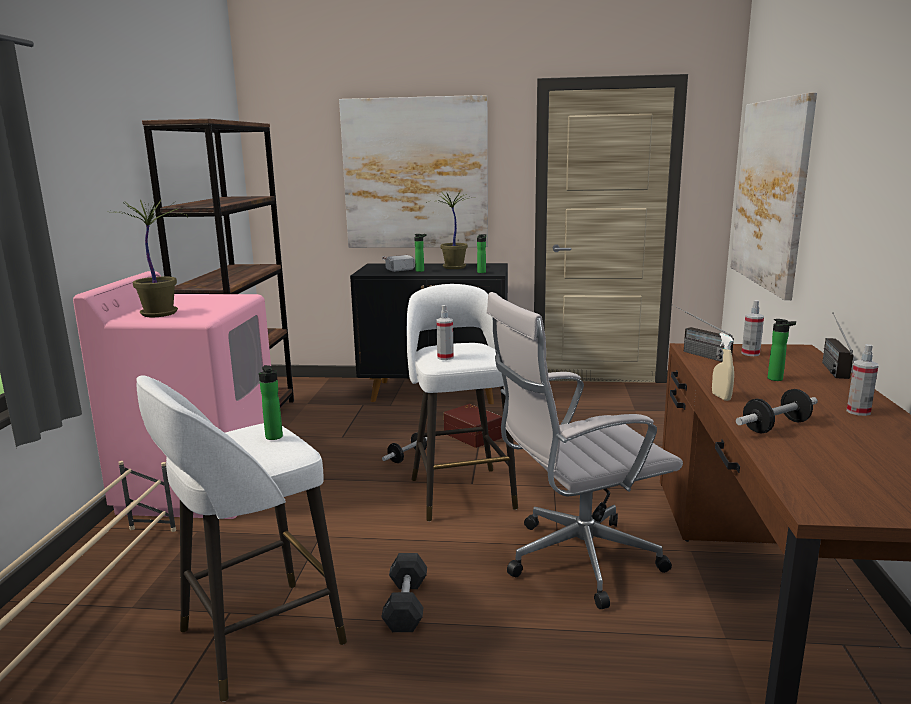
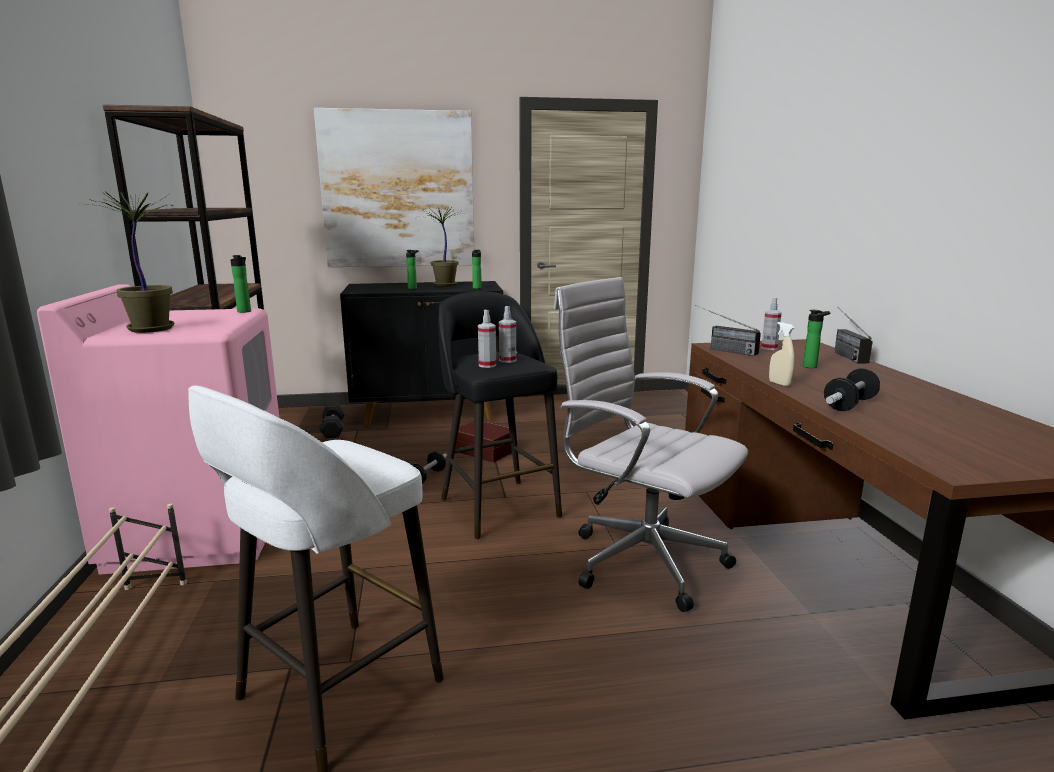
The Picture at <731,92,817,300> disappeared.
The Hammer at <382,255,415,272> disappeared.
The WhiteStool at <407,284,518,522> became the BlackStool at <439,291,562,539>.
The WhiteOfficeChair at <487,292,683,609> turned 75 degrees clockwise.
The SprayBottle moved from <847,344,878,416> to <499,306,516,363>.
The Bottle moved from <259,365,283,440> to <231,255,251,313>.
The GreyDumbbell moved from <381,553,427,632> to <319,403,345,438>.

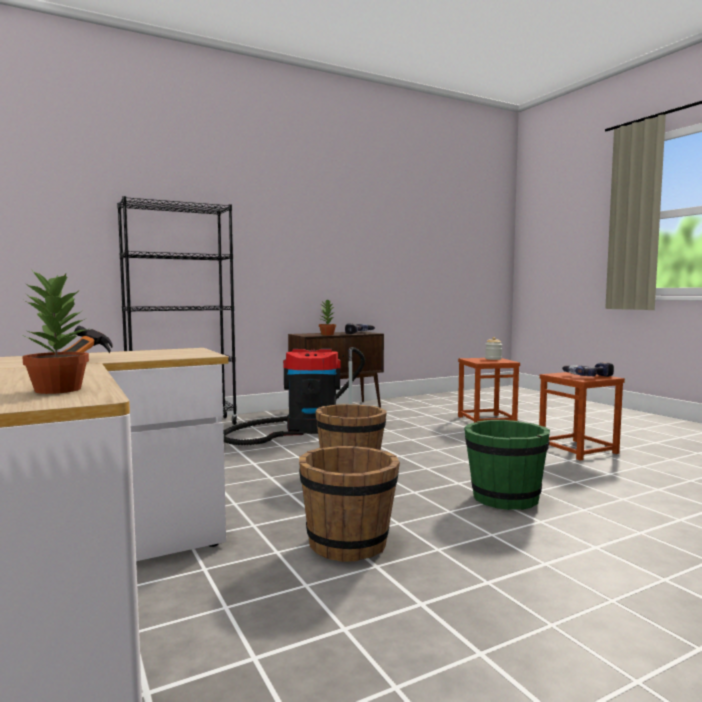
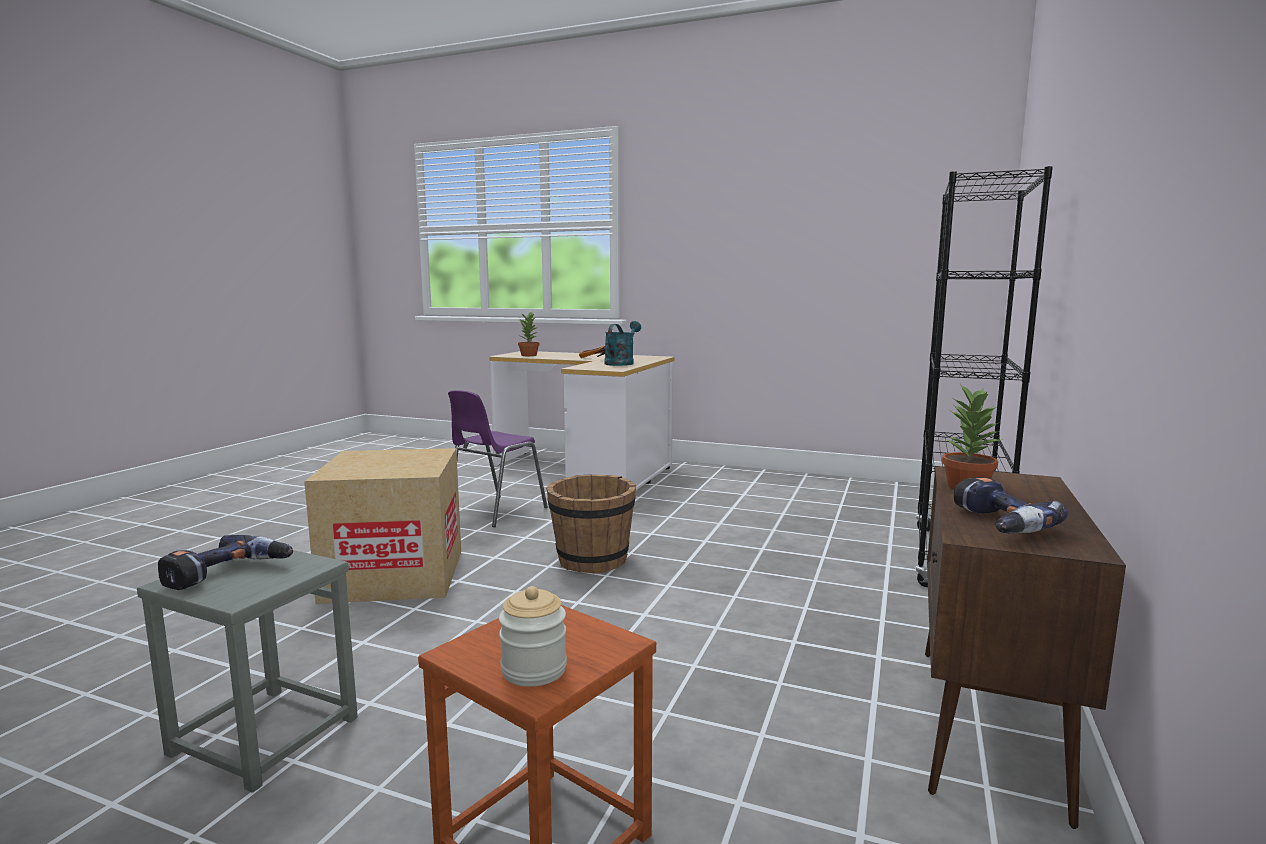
The VacuumCleaner at <224,347,365,445> disappeared.
The BrownStool at <539,372,625,461> became the GreyStool at <137,550,358,793>.
The GreenBucket at <464,420,550,510> was replaced by the CardboardBox at <304,448,461,604>.
The BrownBucket at <299,446,400,562> was replaced by the PurpleChair at <448,390,548,527>.
The TurquoiseWateringCan at <604,321,641,366> appeared.

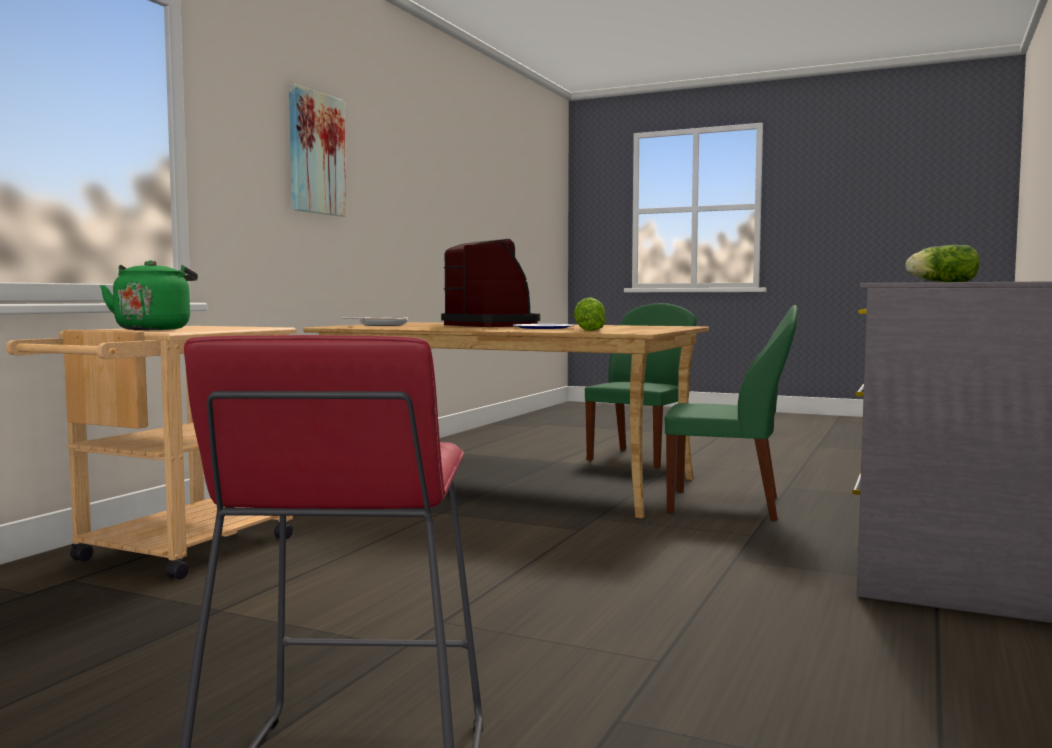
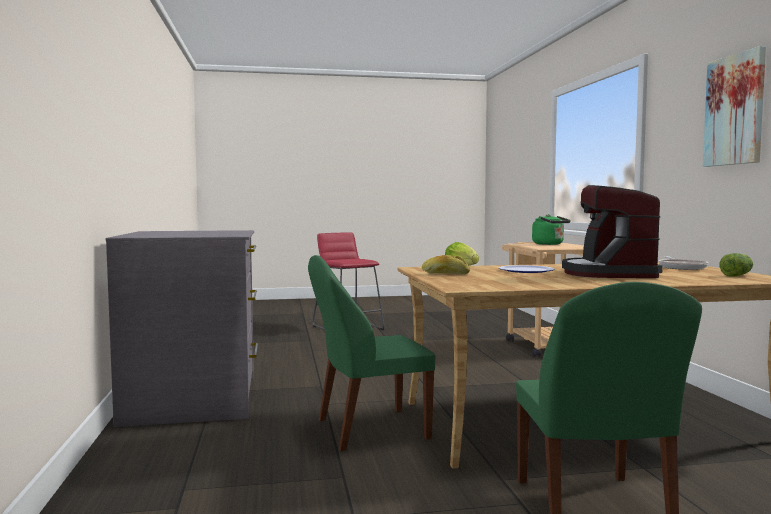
The CoffeeMachine at <441,239,540,327> turned 75 degrees clockwise.
The Lettuce moved from <906,245,979,282> to <719,253,753,277>.
The Bread at <422,255,470,275> appeared.

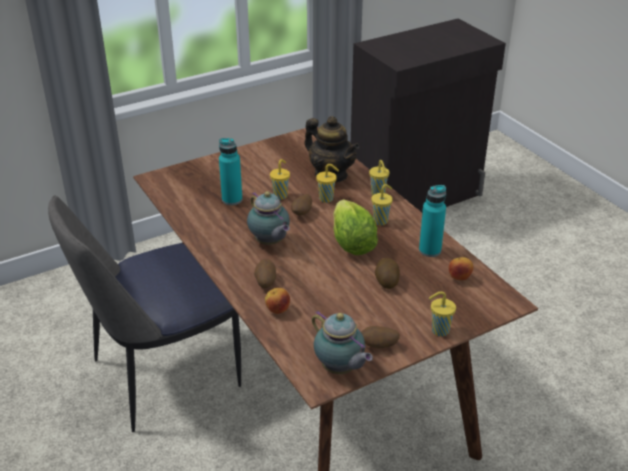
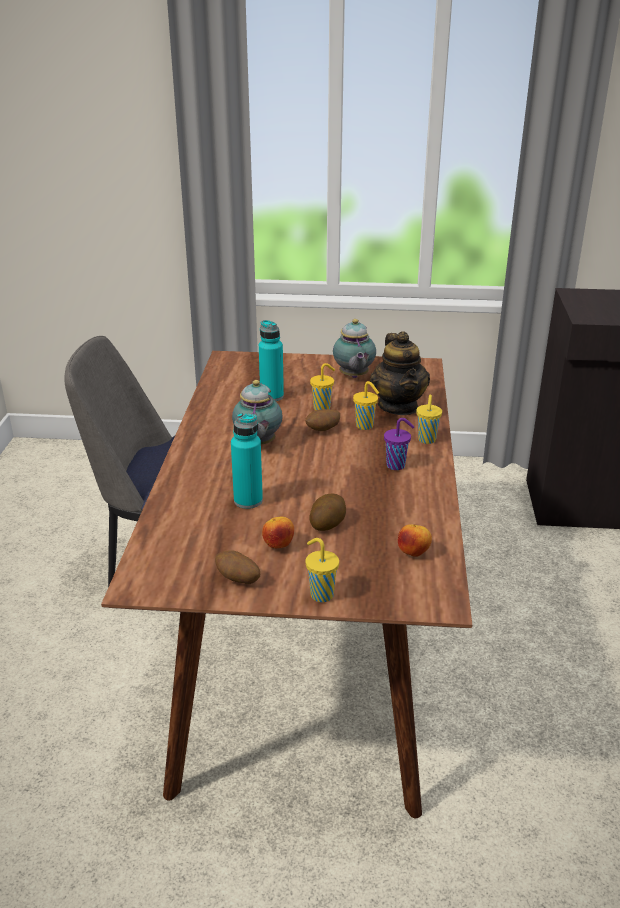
The YellowCup at <371,184,393,225> became the PurpleCup at <384,418,414,470>.
The TurquoiseBottle moved from <419,185,446,257> to <231,413,263,509>.
The Lettuce at <333,200,378,255> disappeared.
The Potato at <254,259,276,288> disappeared.
The Apple moved from <265,288,290,314> to <262,517,294,548>.
The Teapot moved from <312,311,373,374> to <333,319,376,378>.

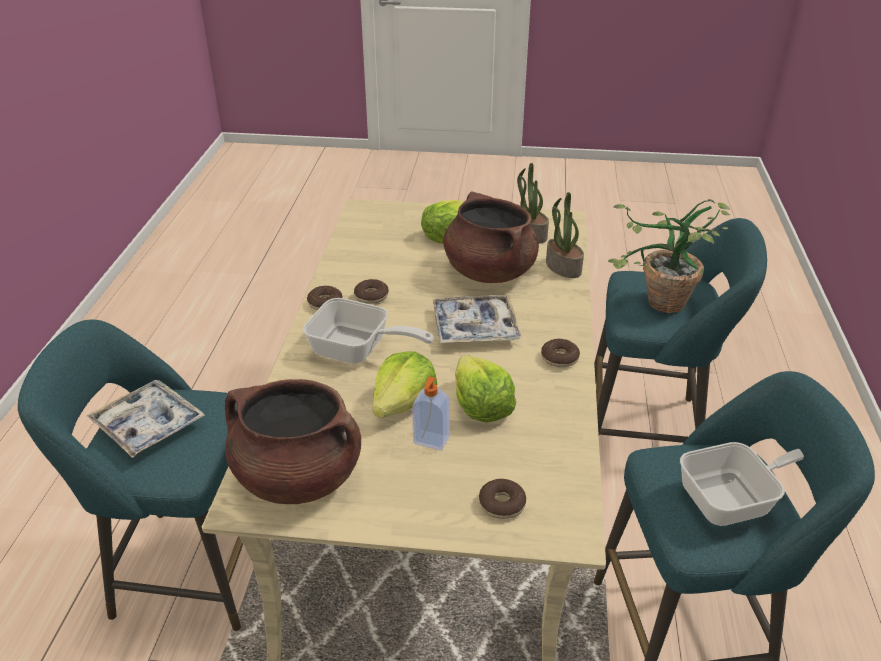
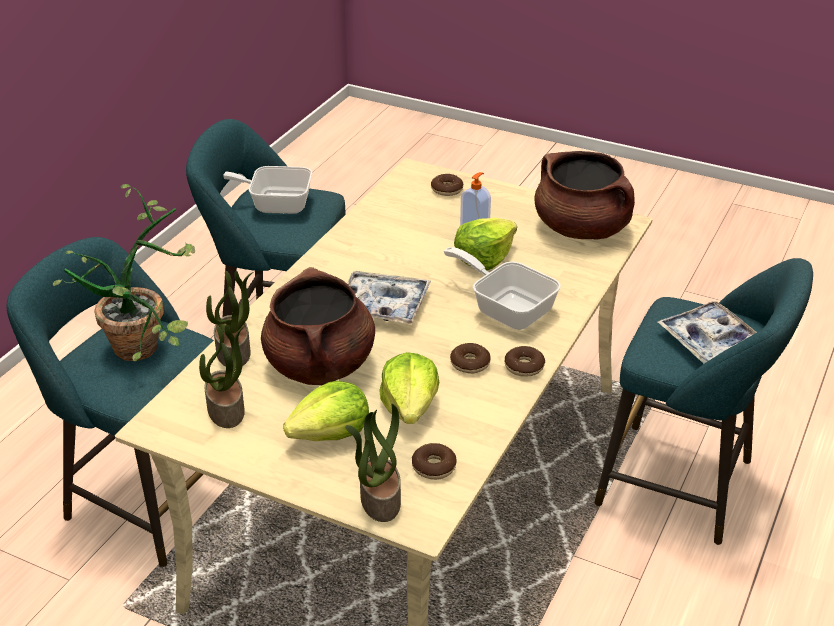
The Donut moved from <541,339,580,367> to <412,443,457,480>.
The Lettuce moved from <455,355,516,423> to <379,352,439,424>.
The PottedPlant at <345,404,401,522> appeared.

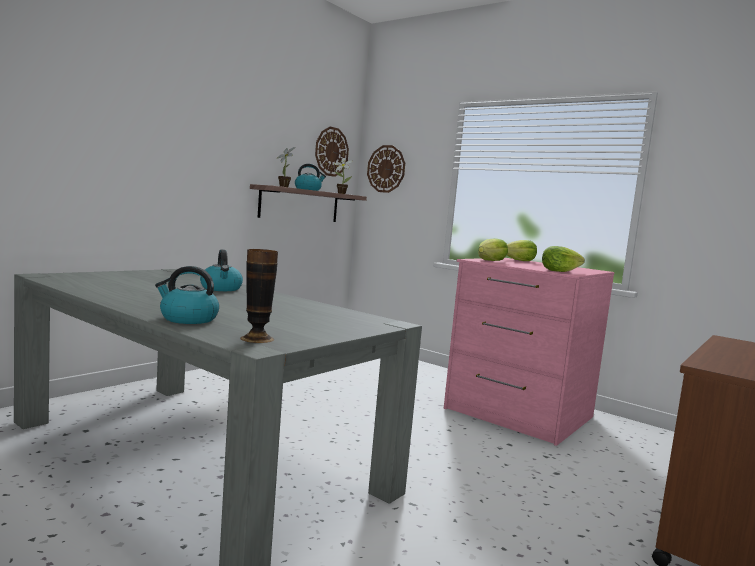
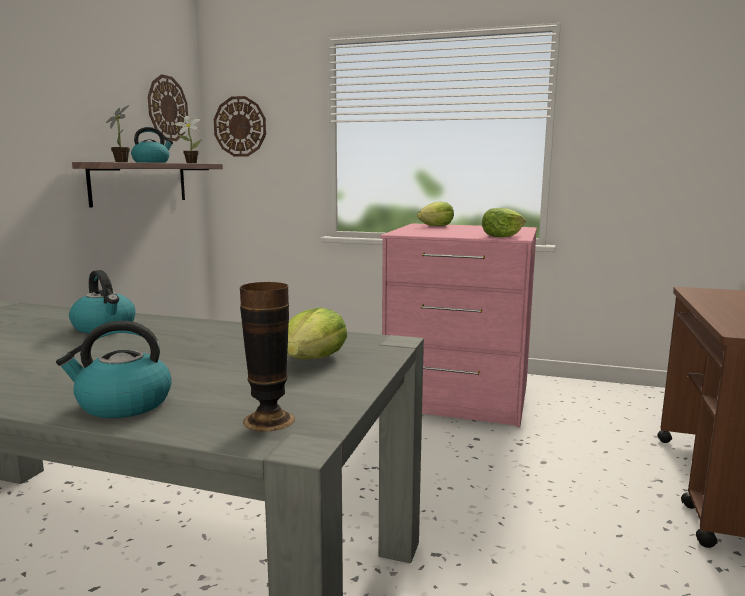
The Lettuce moved from <478,238,508,261> to <287,307,347,359>.

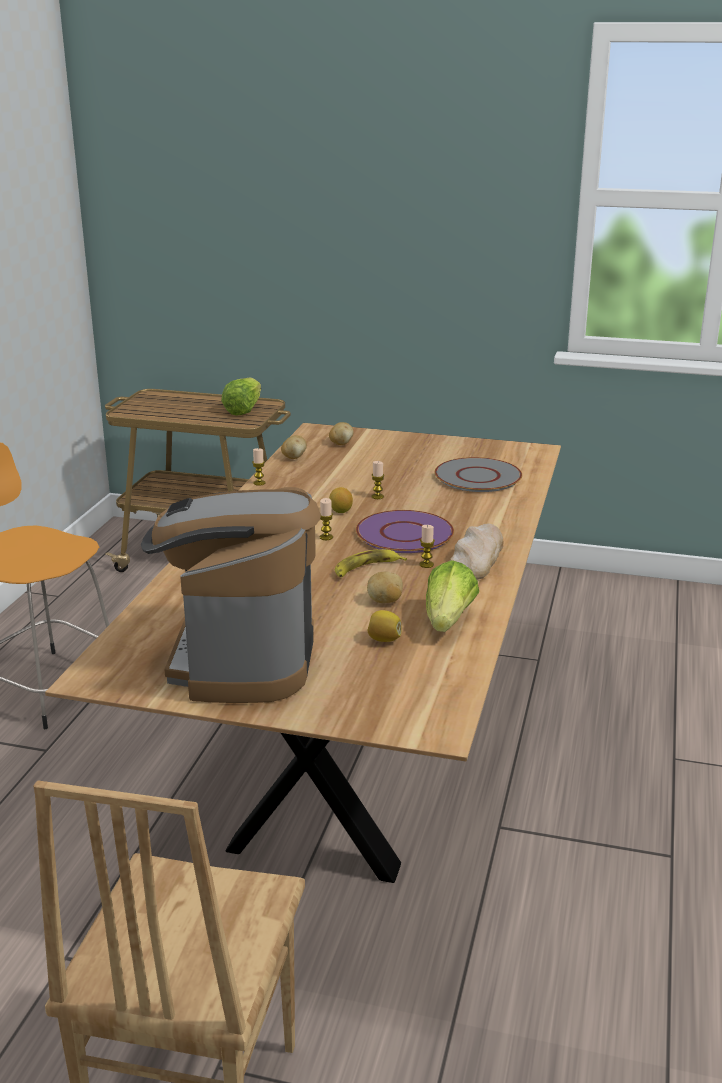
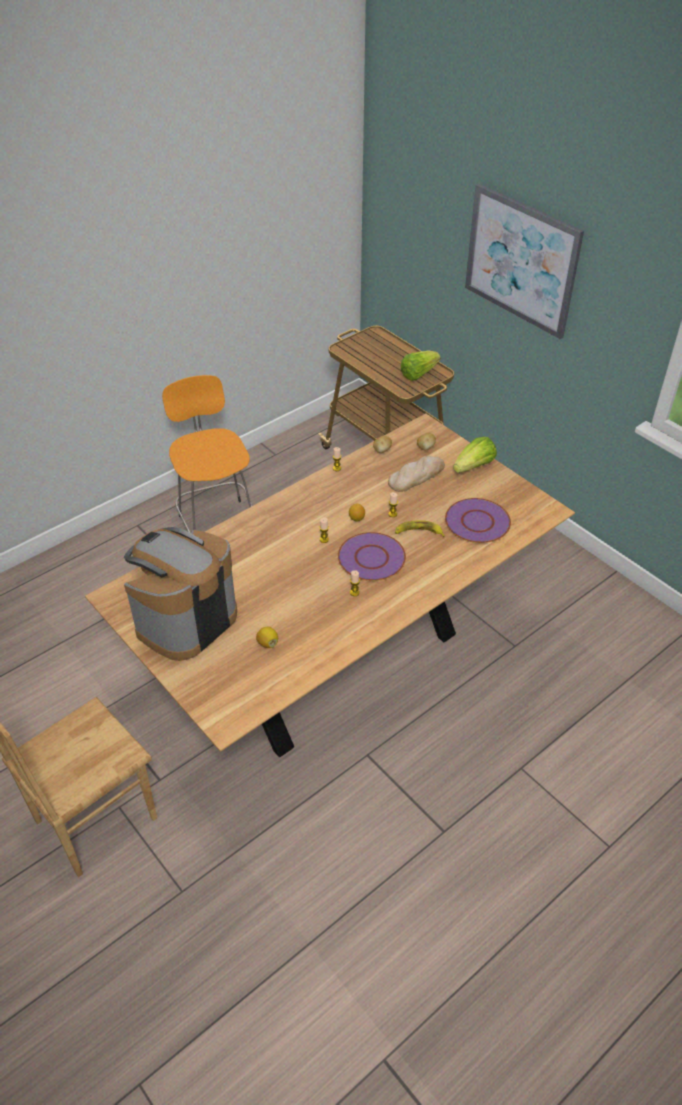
The GreyPlate at <435,457,522,492> became the PurplePlate at <445,498,511,543>.
The Bread moved from <450,524,503,580> to <388,456,445,492>.
The Banana moved from <335,549,407,577> to <395,520,445,537>.
The Lettuce moved from <426,560,479,632> to <453,437,497,473>.
The Potato at <367,571,403,603> disappeared.
The Picture at <465,184,584,339> appeared.

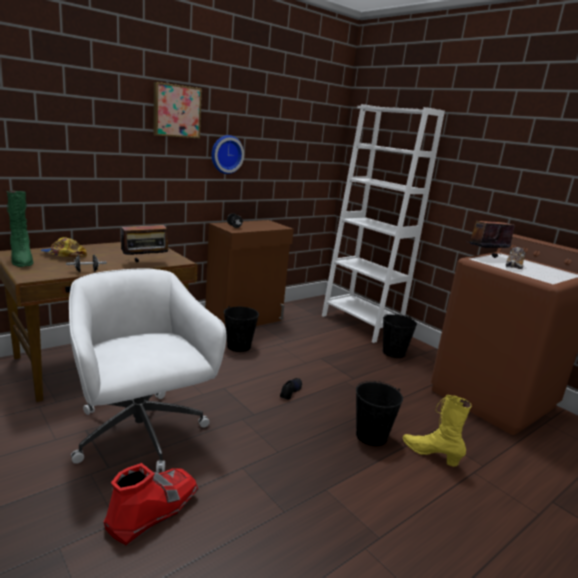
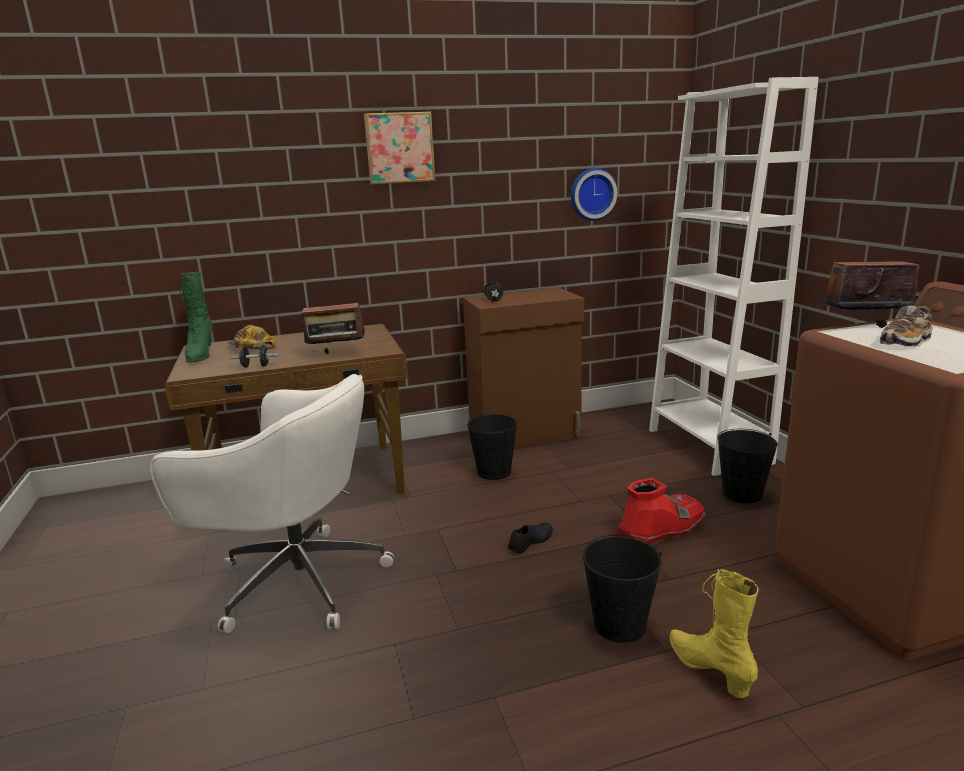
The WallClock moved from <211,135,244,174> to <571,168,618,221>.
The WhiteOfficeChair at <69,268,226,473> turned 120 degrees clockwise.
The RedBoot moved from <104,463,199,545> to <617,478,707,546>.

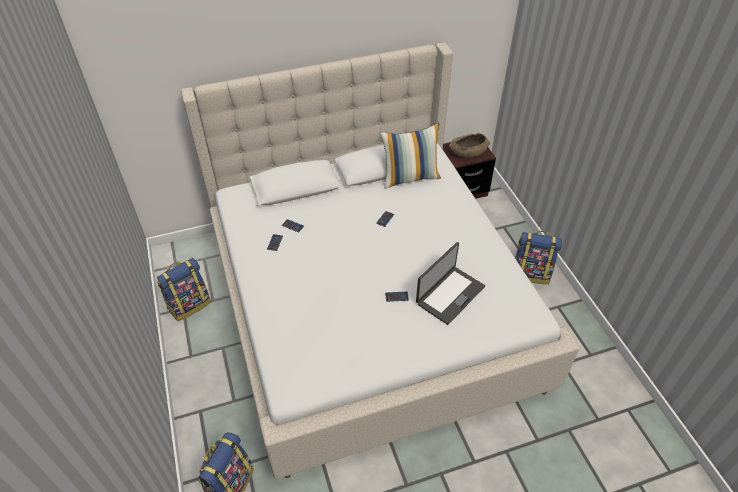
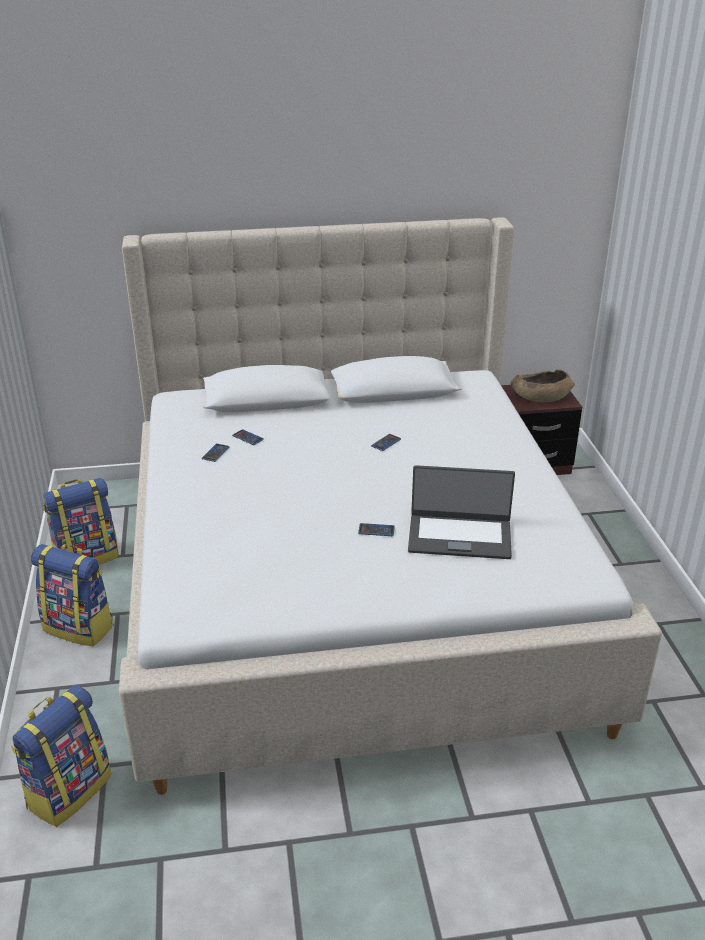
The Pillow at <380,123,441,189> disappeared.
The Backpack moved from <515,231,562,284> to <31,544,114,647>.
The Laptop at <416,242,485,325> turned 45 degrees clockwise.

